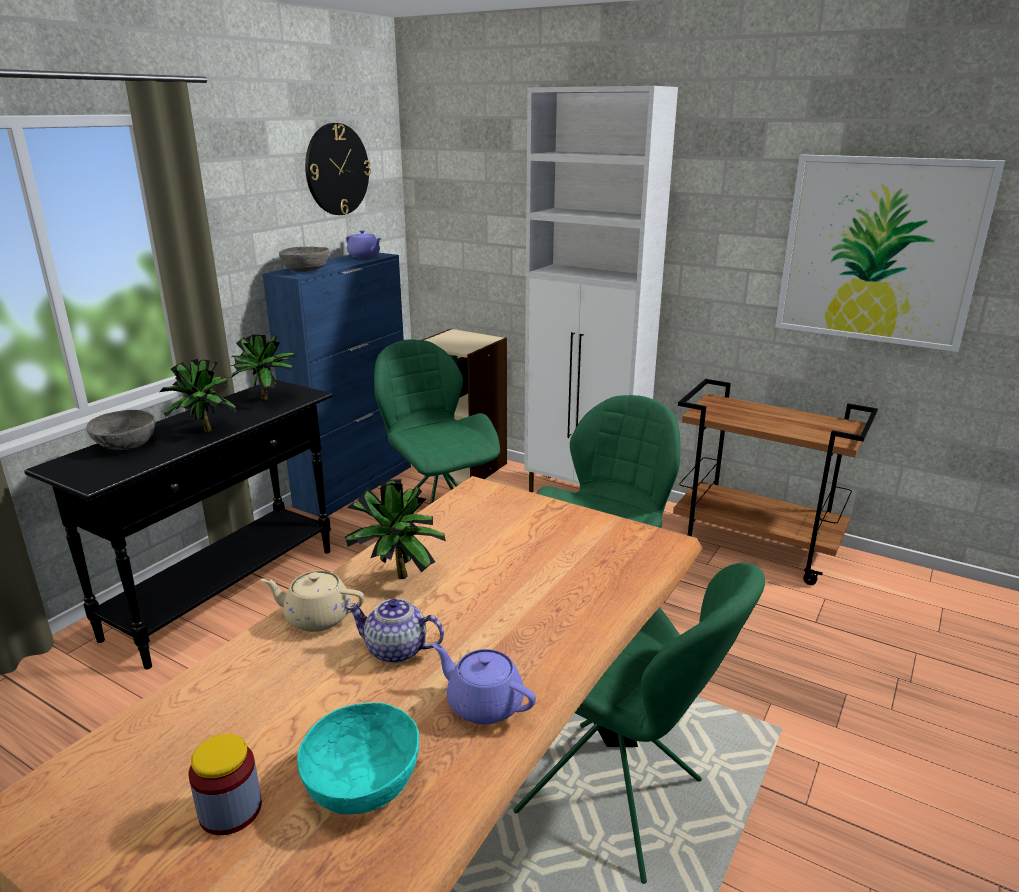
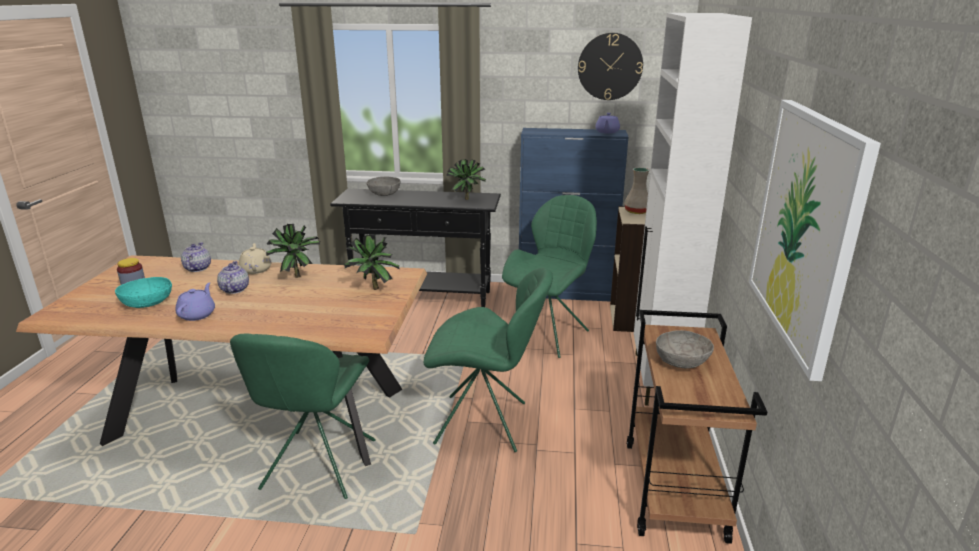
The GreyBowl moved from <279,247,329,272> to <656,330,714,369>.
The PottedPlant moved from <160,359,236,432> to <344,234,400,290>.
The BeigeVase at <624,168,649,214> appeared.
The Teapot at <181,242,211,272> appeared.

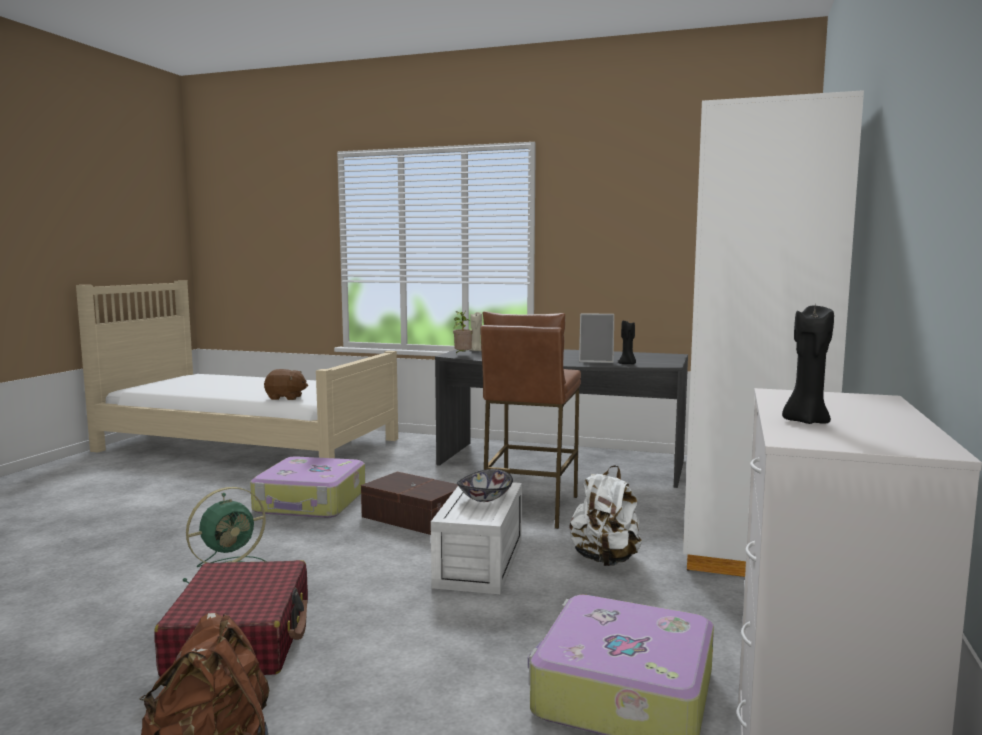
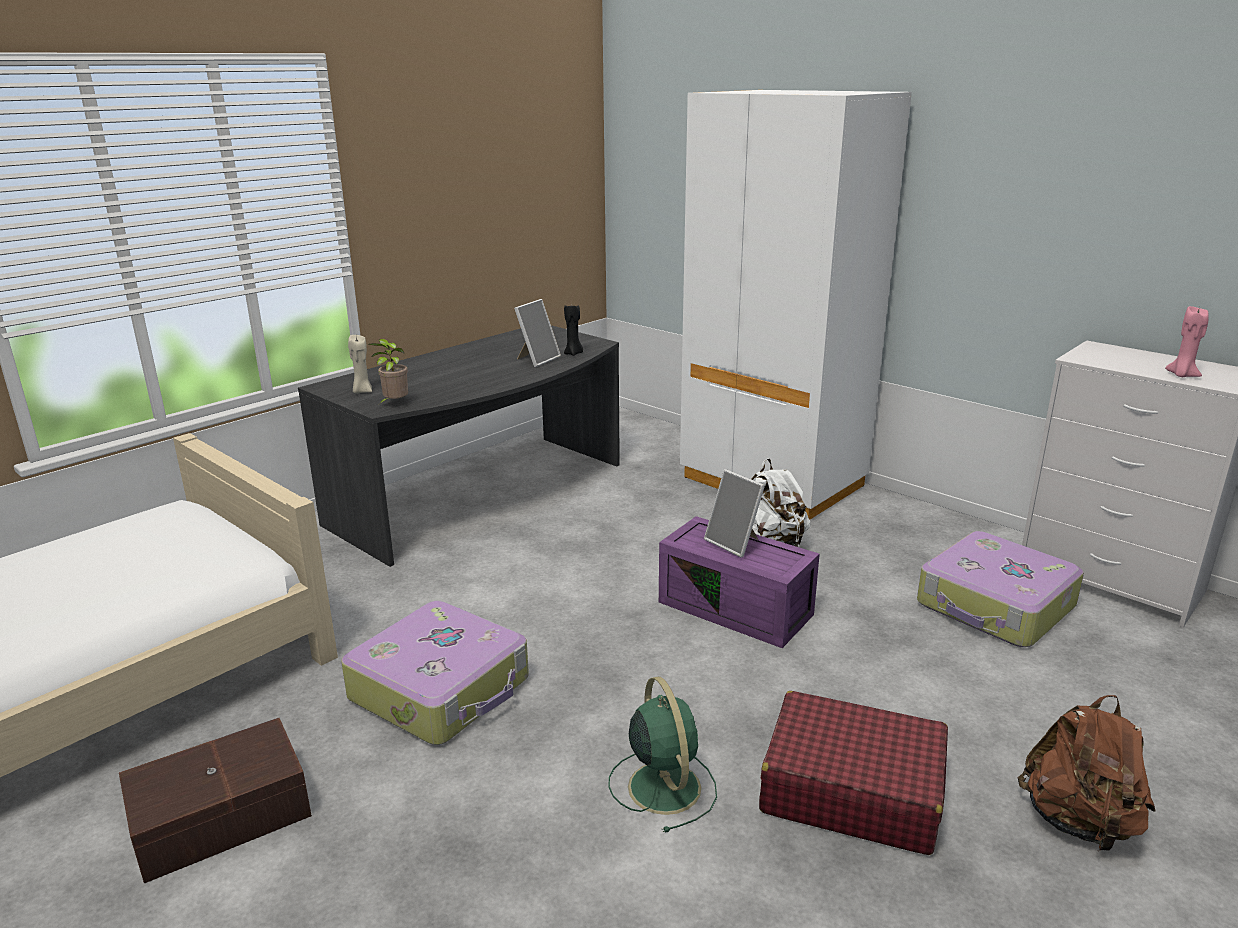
The BlackCandle at <782,306,834,424> became the PinkCandle at <1165,306,1209,377>.
The BrownStool at <480,311,581,529> disappeared.
The BrownPlushToy at <264,369,308,400> disappeared.
The Bowl at <457,469,513,502> was replaced by the PictureFrame at <704,469,765,558>.
The BrownStorageBox moved from <361,472,458,535> to <119,718,312,884>.
The WhiteStorageBox at <431,482,522,594> became the PurpleStorageBox at <659,516,820,648>.

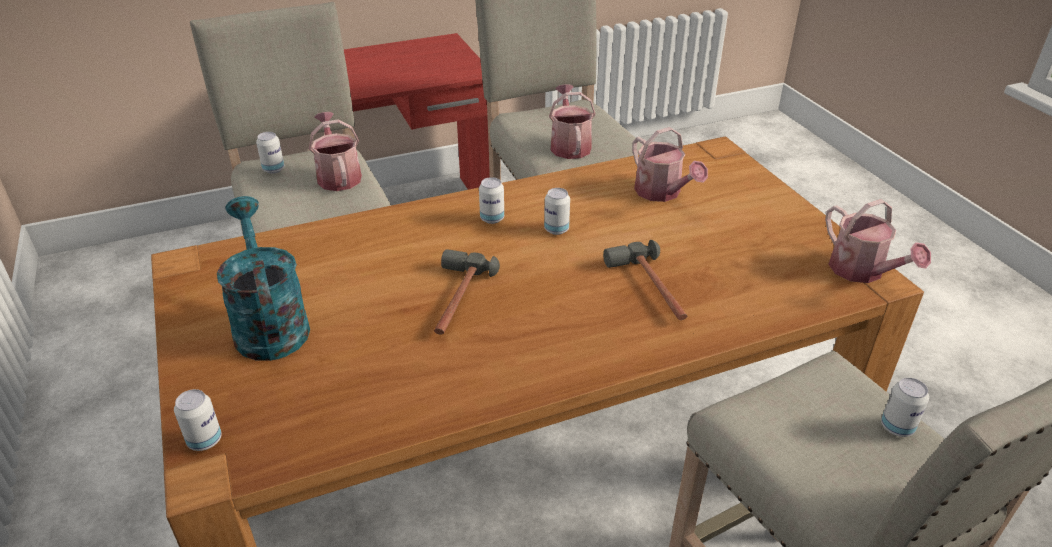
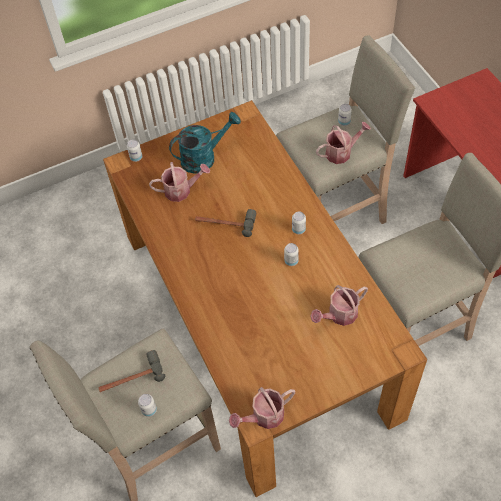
The WateringCan moved from <549,84,596,159> to <149,162,210,202>.
The Hammer moved from <603,240,687,320> to <98,350,165,392>.

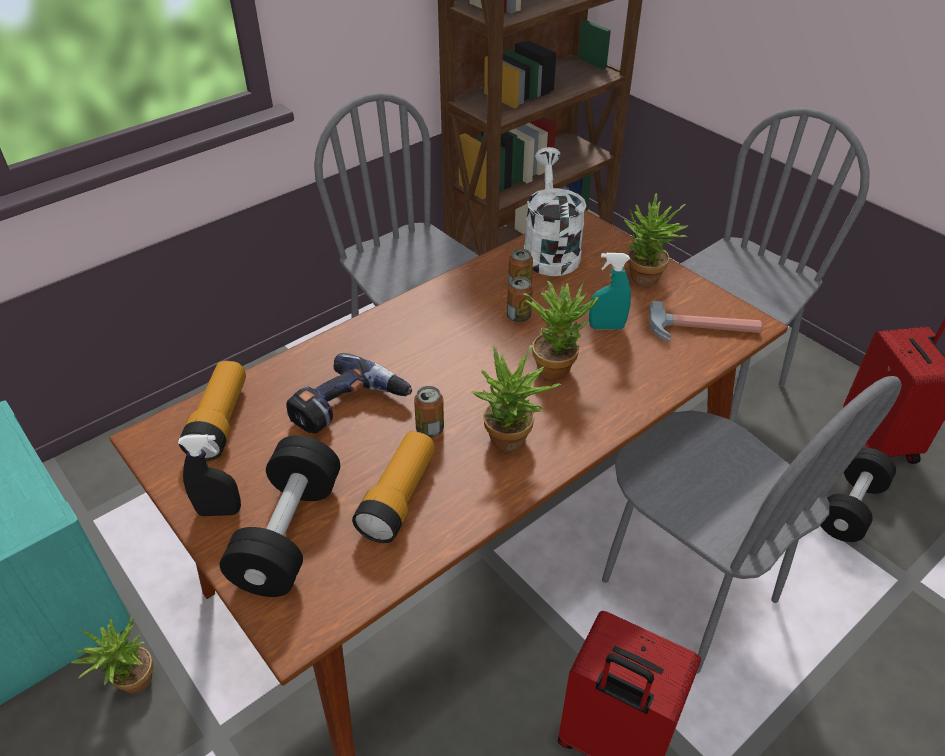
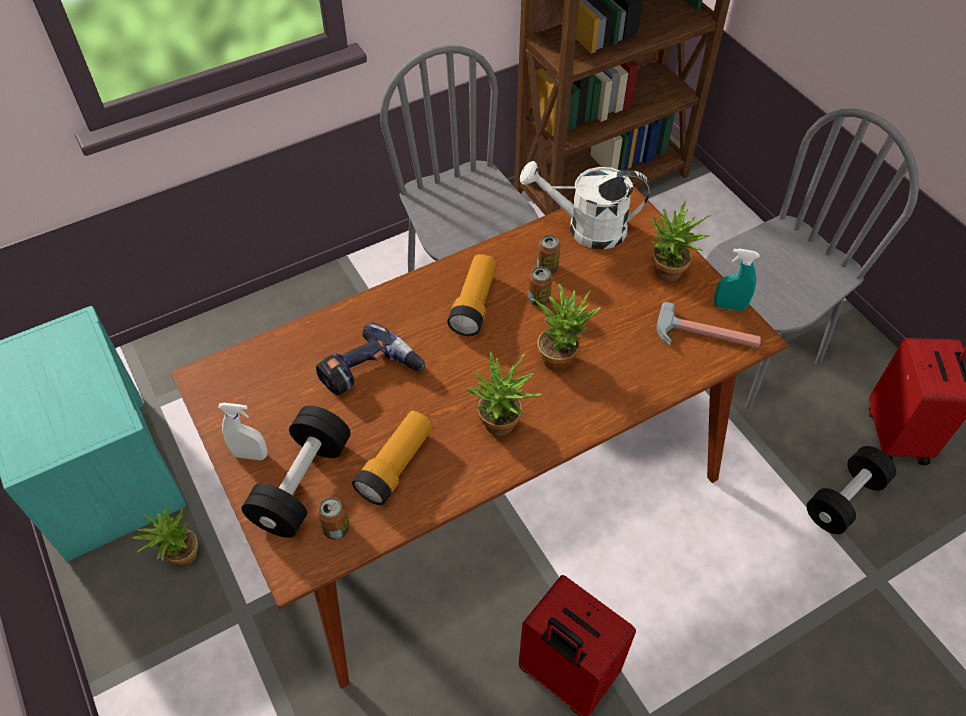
The WhiteWateringCan at <524,147,586,276> turned 90 degrees counterclockwise.
The TurquoiseSprayBottle moved from <589,253,631,330> to <714,249,759,311>.
The Flashlight moved from <179,361,246,461> to <447,254,496,336>.
The GreyChair at <602,376,902,673> disappeared.
The Can moved from <414,386,444,437> to <318,497,349,540>.
The BlackSprayBottle at <178,434,241,516> became the WhiteSprayBottle at <218,403,268,460>.

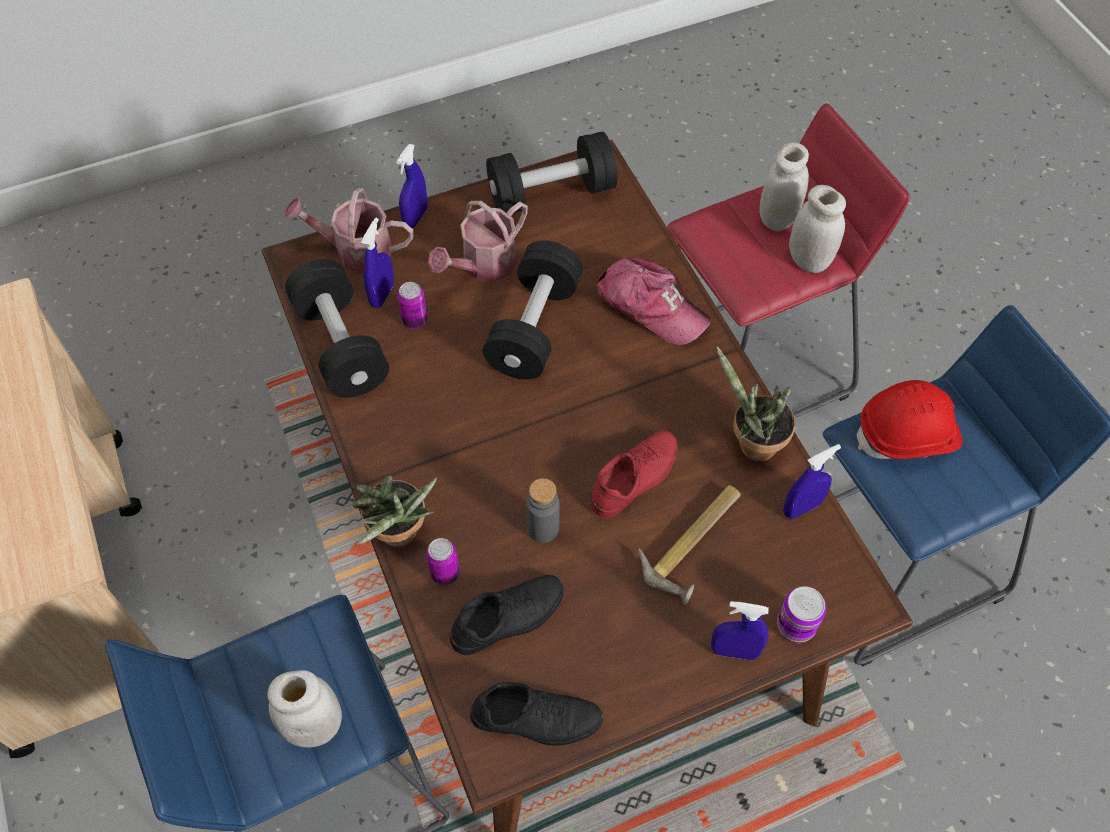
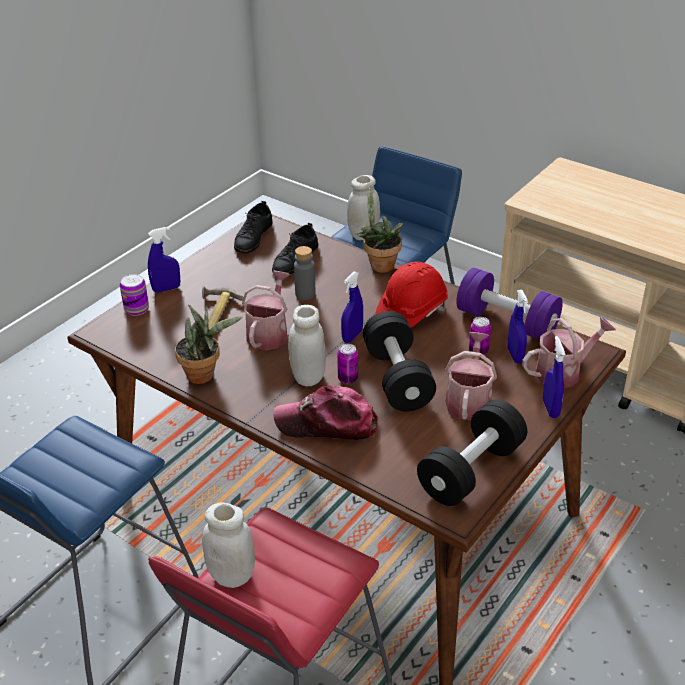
The WhiteJar moved from <760,142,809,232> to <288,305,326,386>.
The BlackDumbbell at <285,259,389,398> became the PurpleDumbbell at <456,268,563,339>.
The RedHardHat moved from <857,380,962,459> to <375,262,448,328>.
The RedShoe at <590,431,678,518> was replaced by the WateringCan at <242,271,290,350>.
The BlueSprayBottle moved from <783,444,841,519> to <341,271,363,343>.
The Can moved from <426,538,460,585> to <337,344,358,384>.
The BlackShoe at <470,682,603,746> turned 45 degrees counterclockwise.

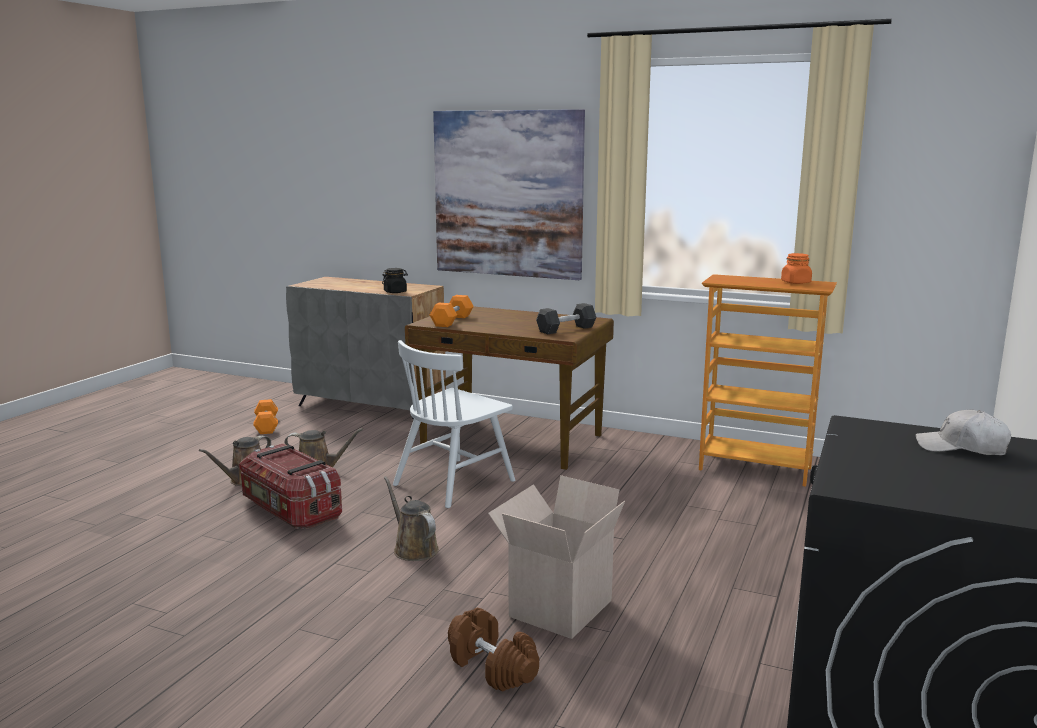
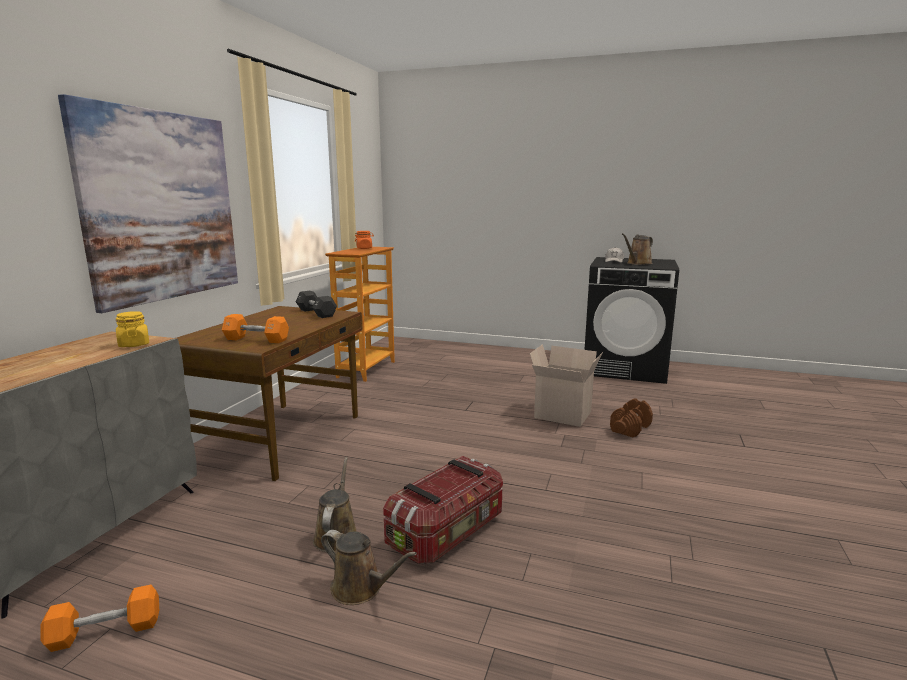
The BlackJar at <382,268,408,293> became the YellowJar at <116,311,149,347>.
The WhiteChair at <393,340,515,508> disappeared.
The BrownWateringCan moved from <384,476,439,561> to <622,233,653,265>.

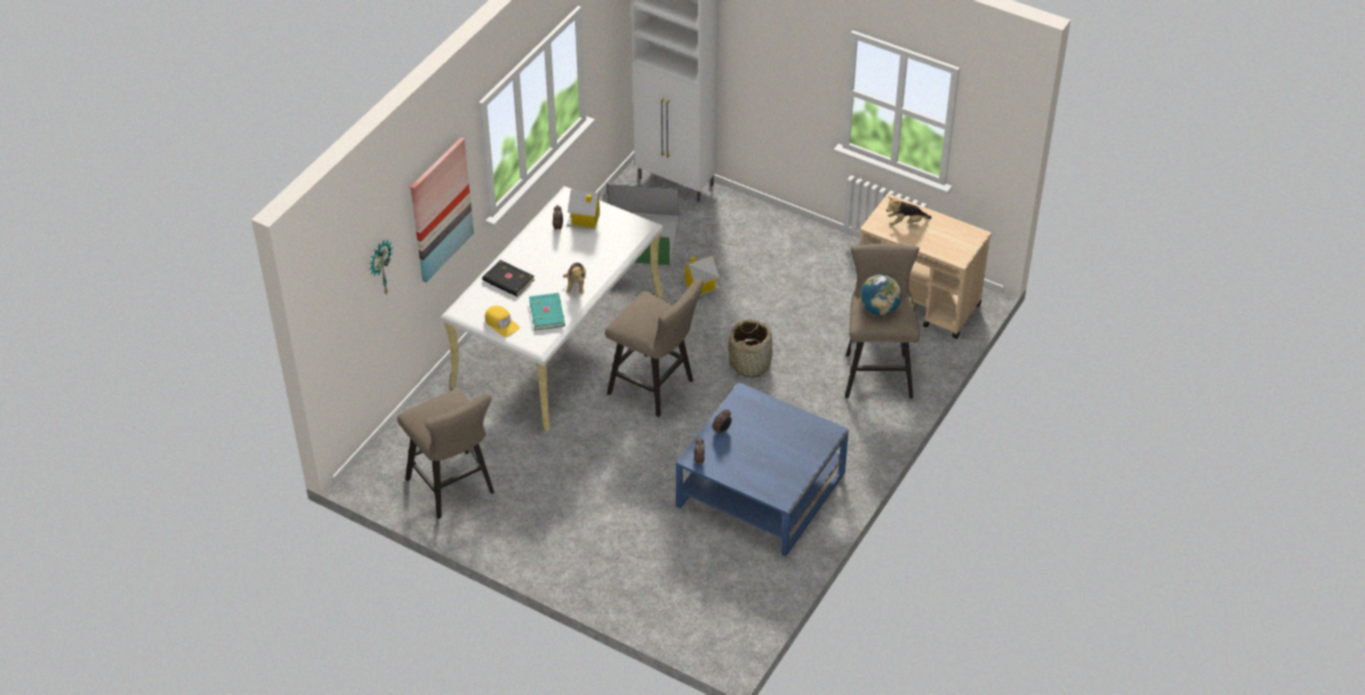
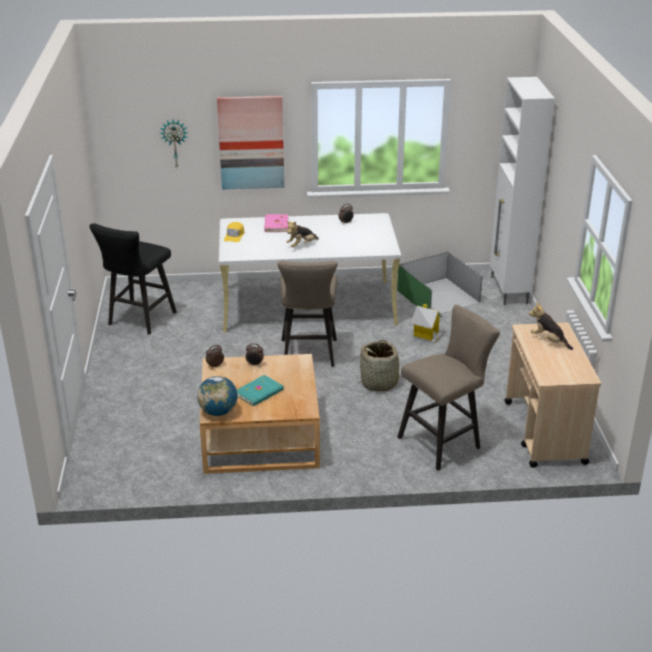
The ToyHouse at <567,190,602,230> disappeared.
The BlackBook at <482,260,534,297> became the PinkBook at <264,214,288,232>.
The Globe moved from <860,274,902,315> to <197,376,237,416>.
The TurquoiseBook moved from <529,293,565,331> to <237,375,284,406>.
The BlueCoffeeTable at <676,382,849,557> became the BeigeCoffeeTable at <200,354,320,474>.
The BeigeStool at <397,388,494,519> became the BlackStool at <89,223,177,335>.

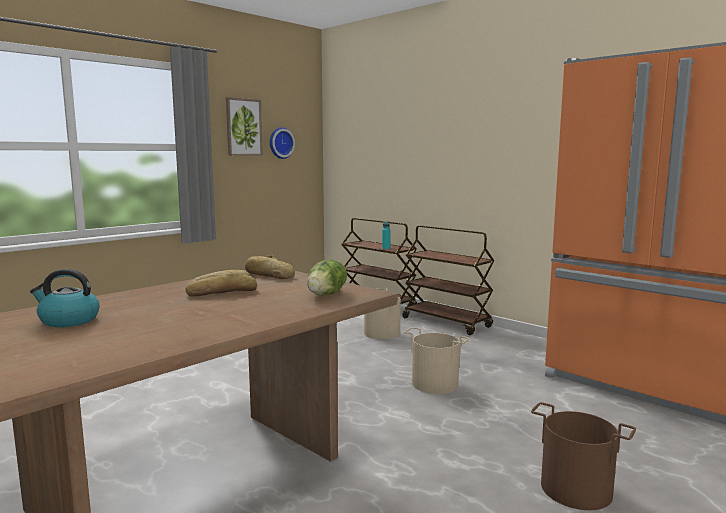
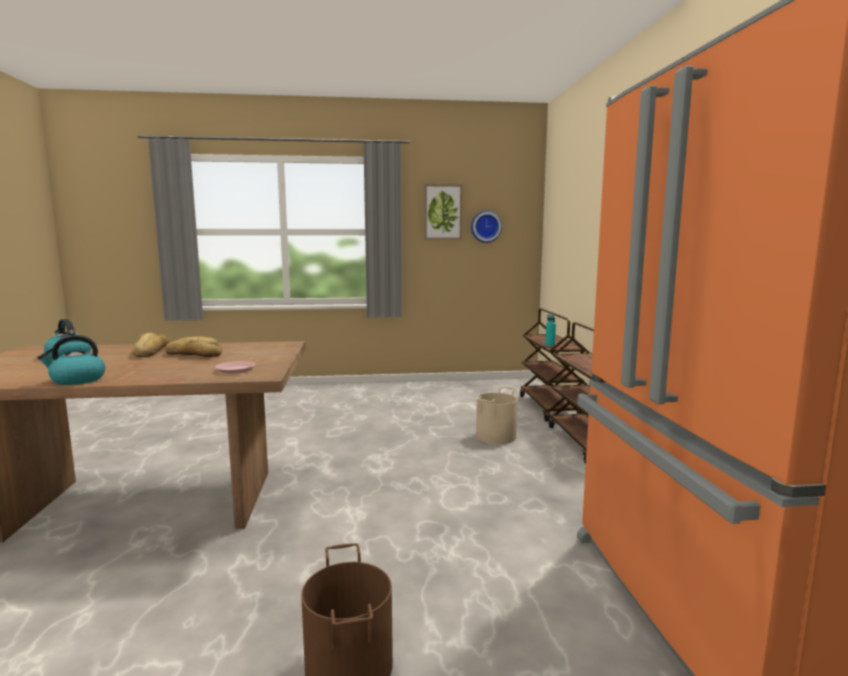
The Bread moved from <245,256,295,279> to <132,333,170,357>.
The Lettuce at <307,260,347,295> was replaced by the PinkPlate at <215,361,255,374>.
The BeigeBucket at <404,327,470,394> disappeared.
The Kettle at <37,335,105,385> appeared.

